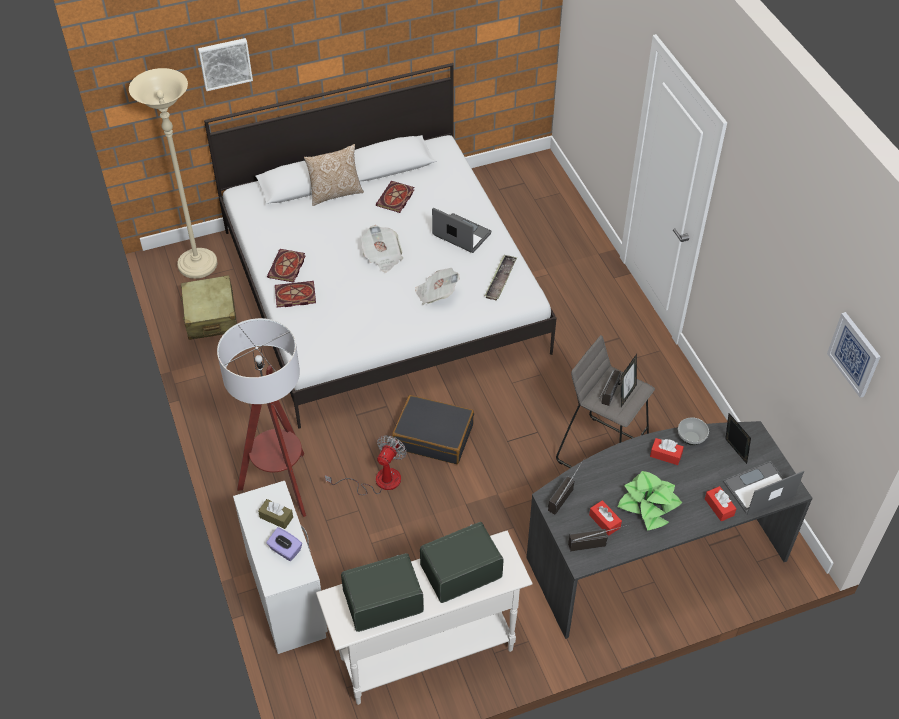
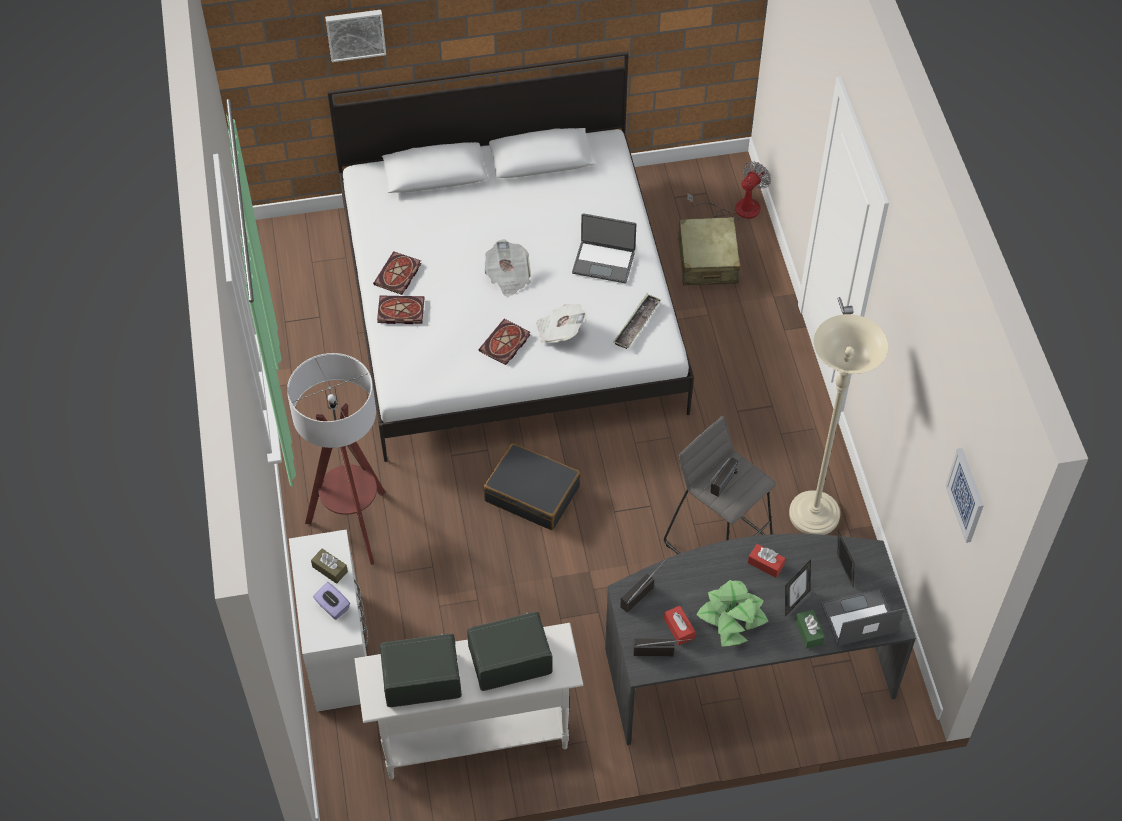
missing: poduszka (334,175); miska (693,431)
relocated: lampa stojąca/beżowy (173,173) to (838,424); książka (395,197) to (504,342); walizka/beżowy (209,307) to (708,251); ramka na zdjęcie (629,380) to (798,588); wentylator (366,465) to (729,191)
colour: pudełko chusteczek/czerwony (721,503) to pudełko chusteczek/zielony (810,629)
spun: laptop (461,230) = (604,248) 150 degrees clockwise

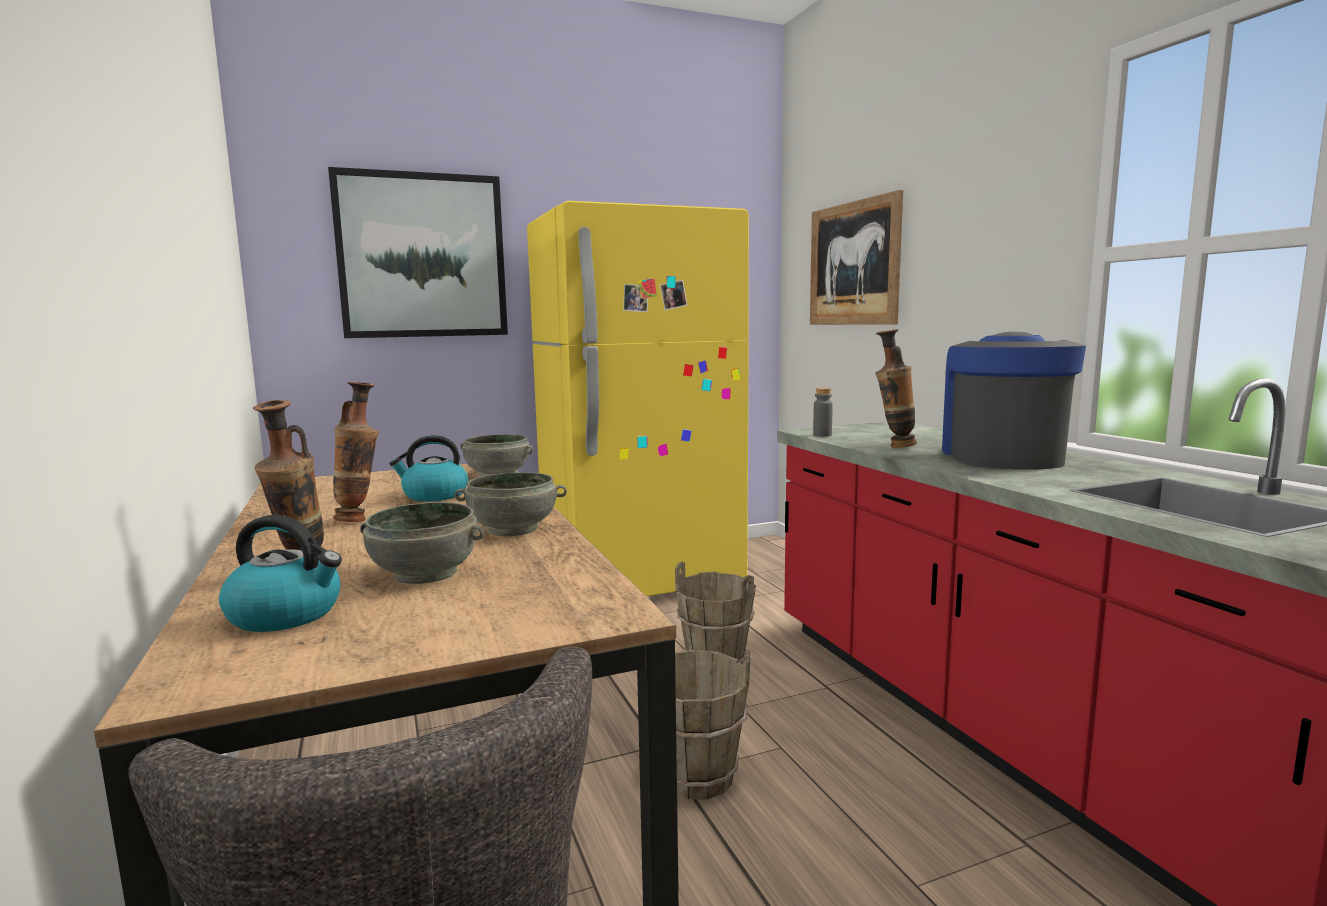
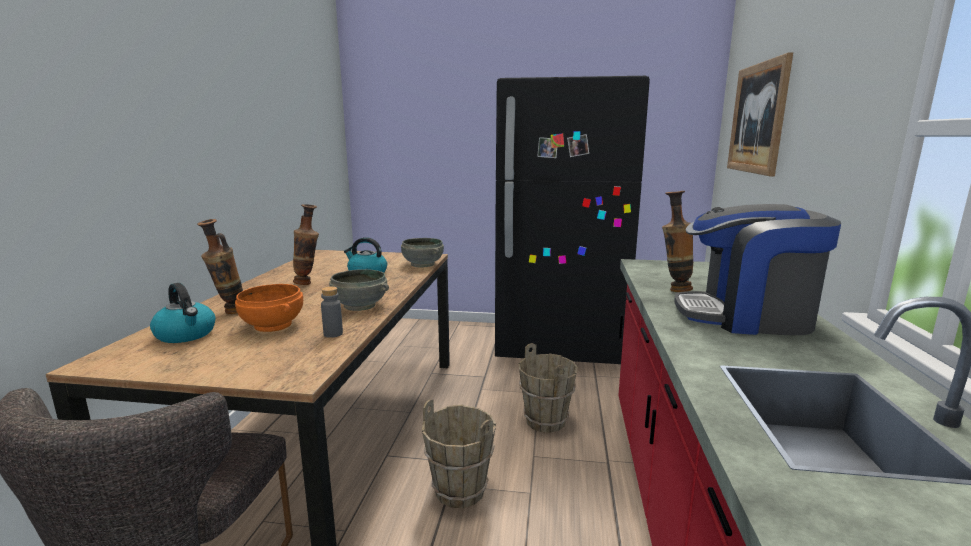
missing: obraz (418,252)
relocated: butelka/szary (823,412) to (332,312)
colour: lodówka/żółty (638,398) to lodówka/czarny (572,220); miska/szary (422,543) to miska/pomarańczowy (269,308)
spun: ekspres do kawy (1014,401) = (757,269) 120 degrees counterclockwise

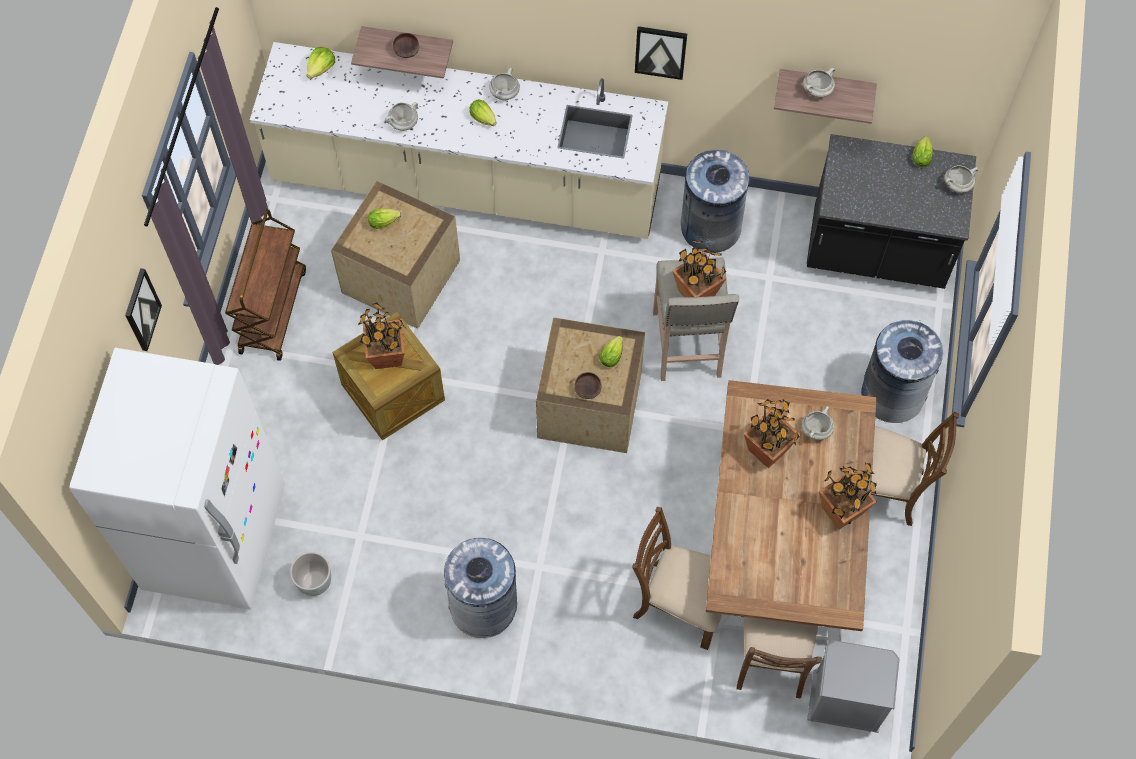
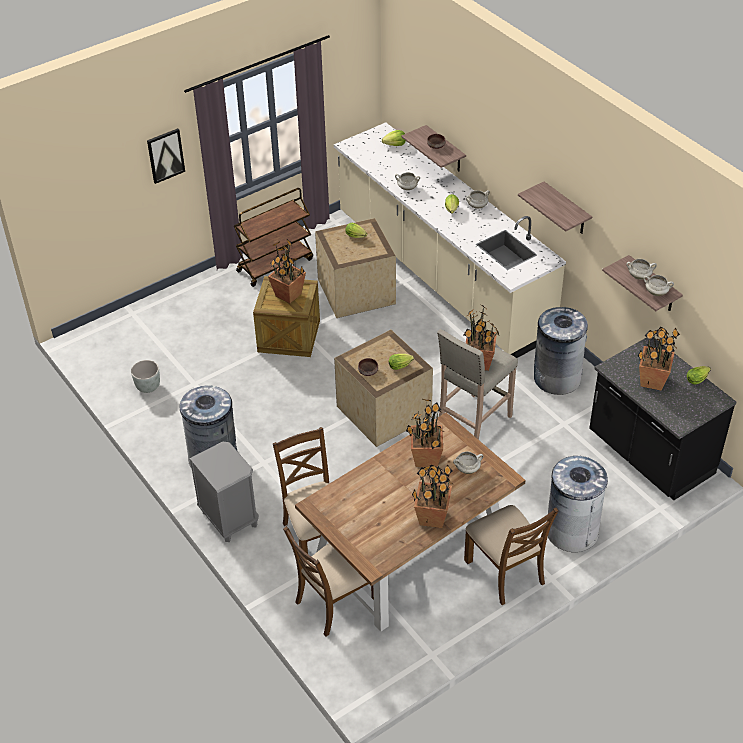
missing: lodówka/biały (177,479)
appeared: roślina doniczkowa (659,359)
relocated: garnek/biały (961,179) to (658,285); szafka nocna/szary (853,686) to (224,492)
exchanged: obraz (661,53) to półka (555,208)

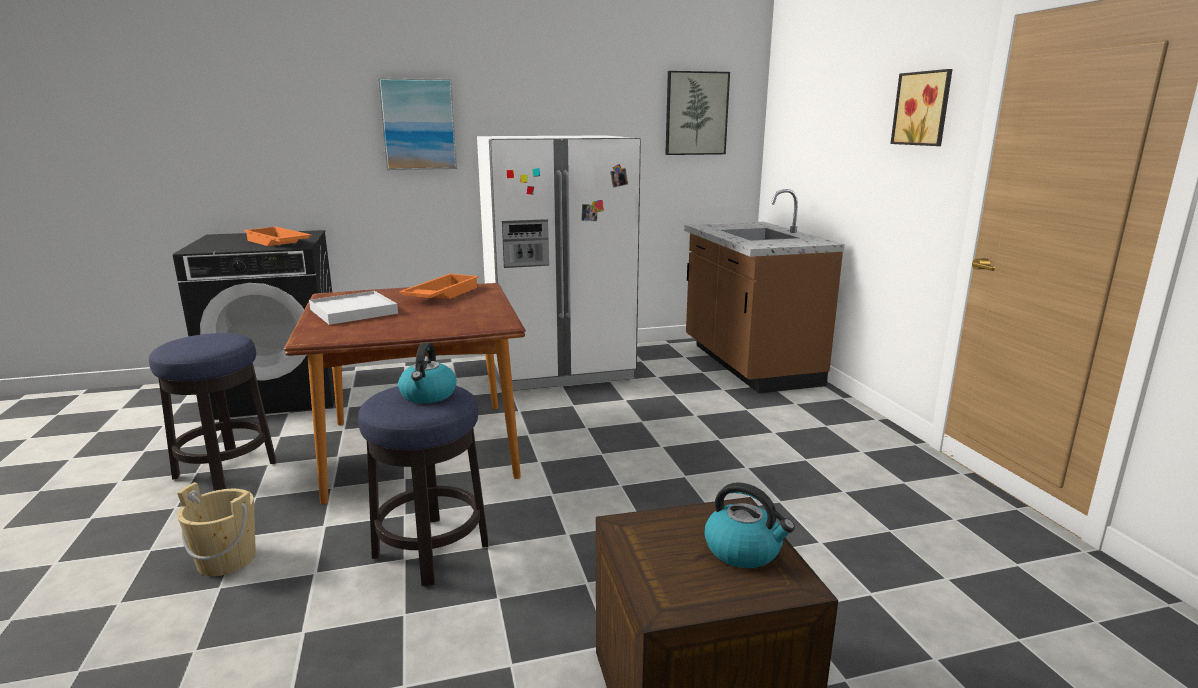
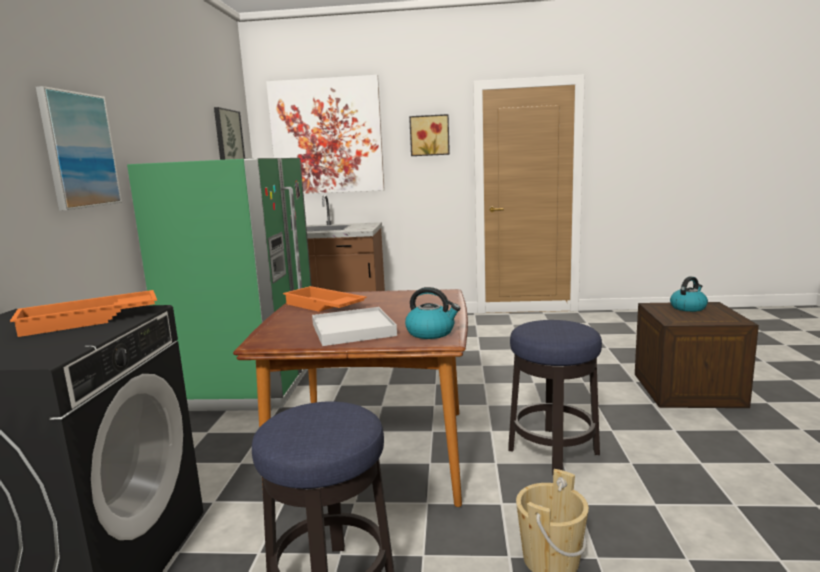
appeared: obraz (325,134)
relocated: czajnik (427,373) to (432,313)
colour: lodówka/biały (559,263) to lodówka/zielony (219,284)

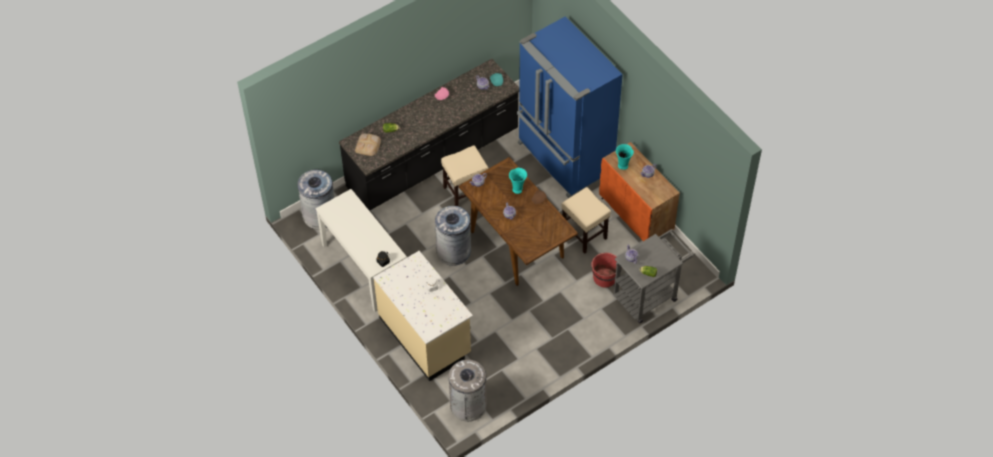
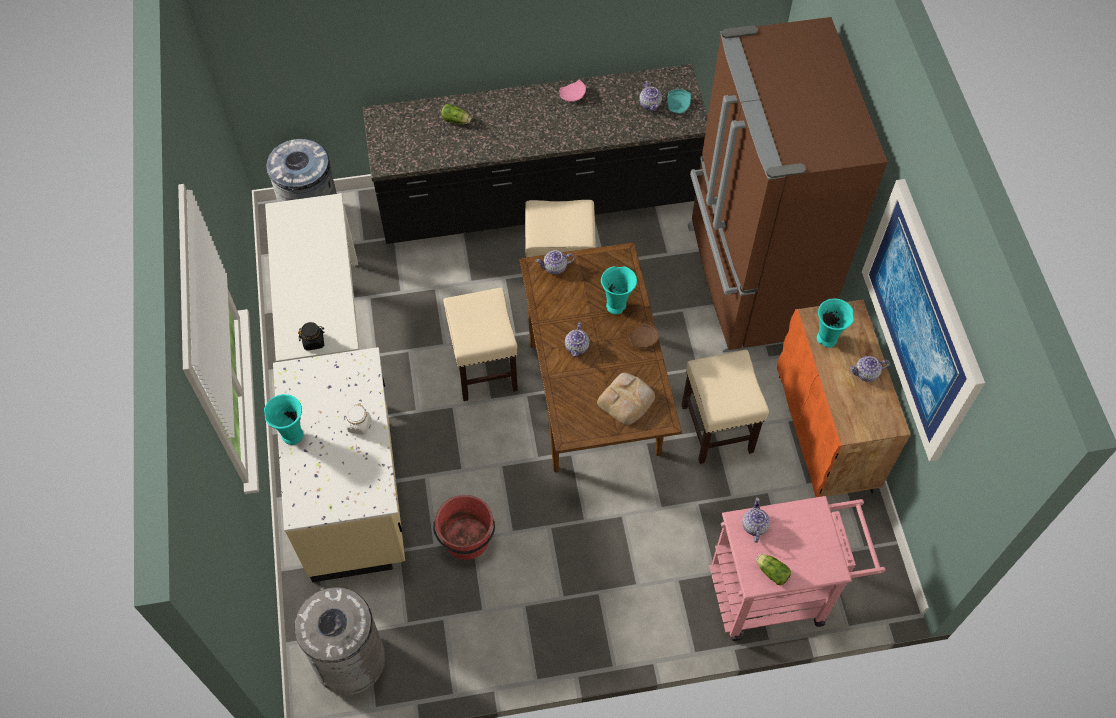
appeared: obraz (923,320); wazon/turkusowy (283,419)
relocated: chleb (368,144) to (626,399); wiadro/czerwony (606,270) to (464,527)
exchanged: kosz na śmieci/szary (453,236) to stołek/beżowy (480,344)
colour: lodówka/niebieski (570,107) to lodówka/brązowy (788,185); wózek/szary (654,276) to wózek/różowy (797,568)

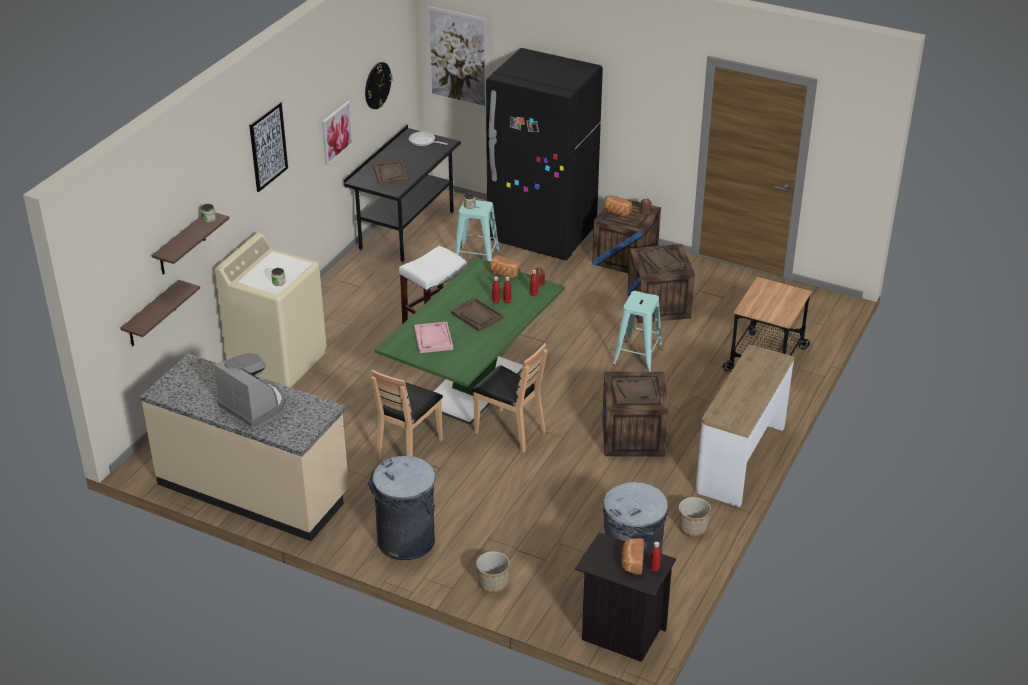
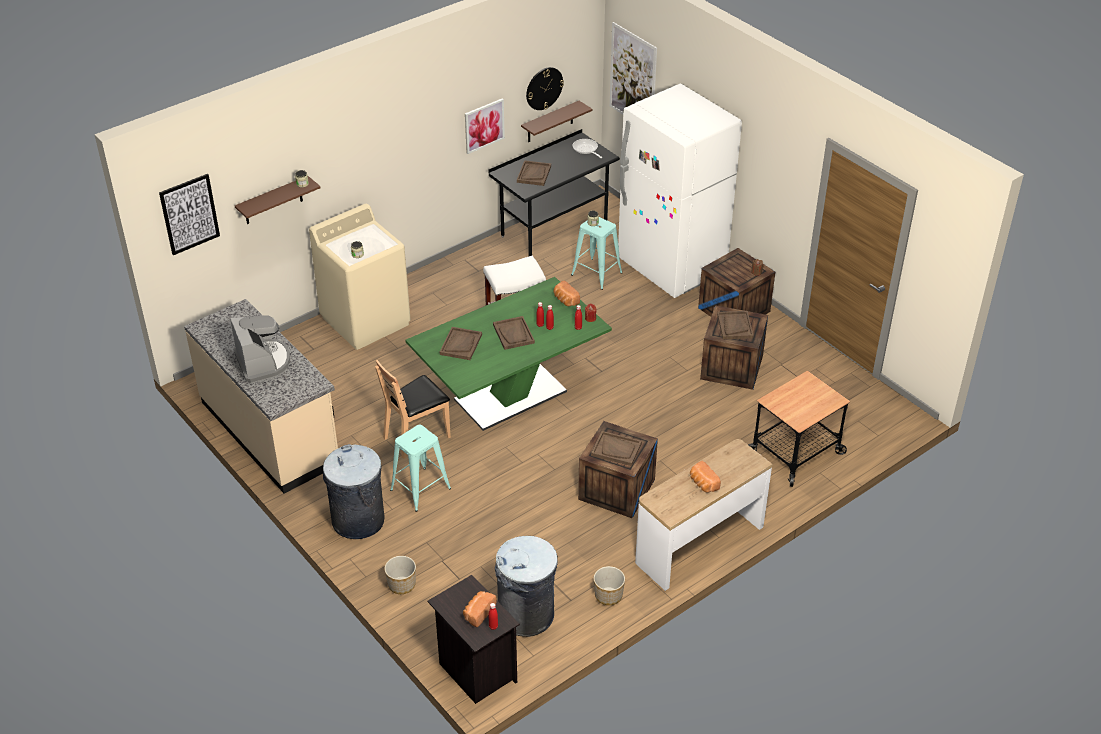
missing: krzesło/brązowy (510,398)
relocated: obraz (268,147) to (189,214); chleb (618,205) to (705,476); półka/brązowy (160,313) to (556,121); stołek/turkusowy (638,331) to (420,468)
colour: lodówka/czarny (544,154) to lodówka/biały (680,191); taca/różowy (433,337) to taca/brązowy (461,343)

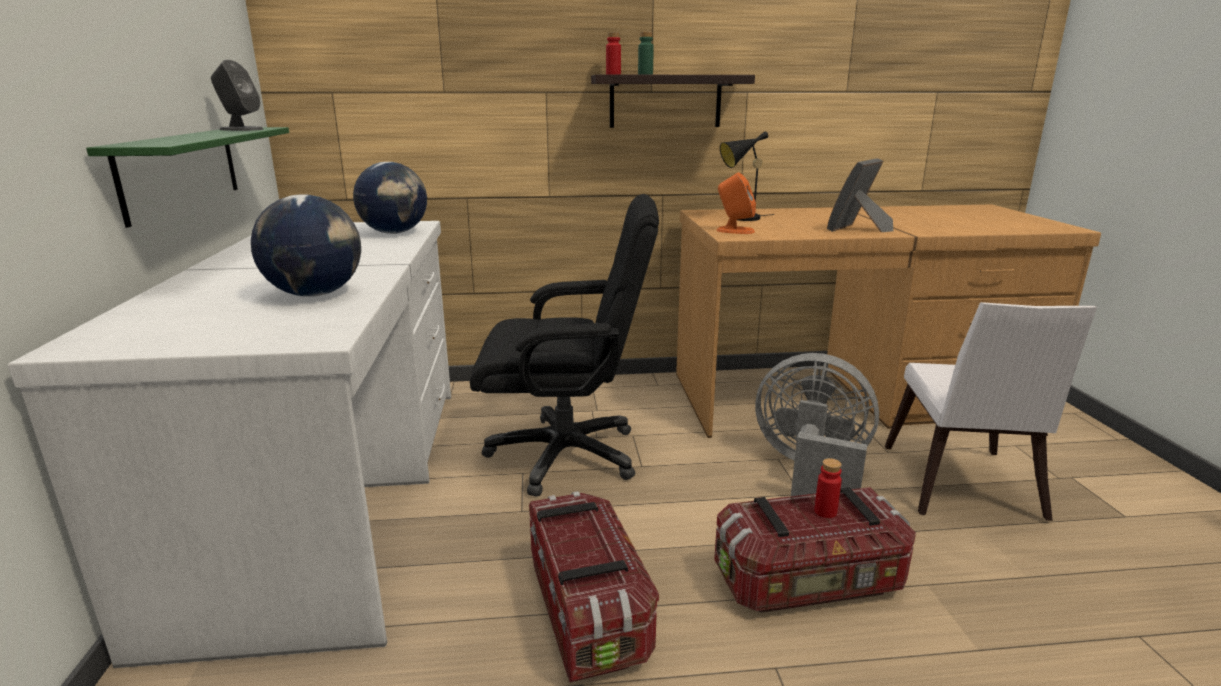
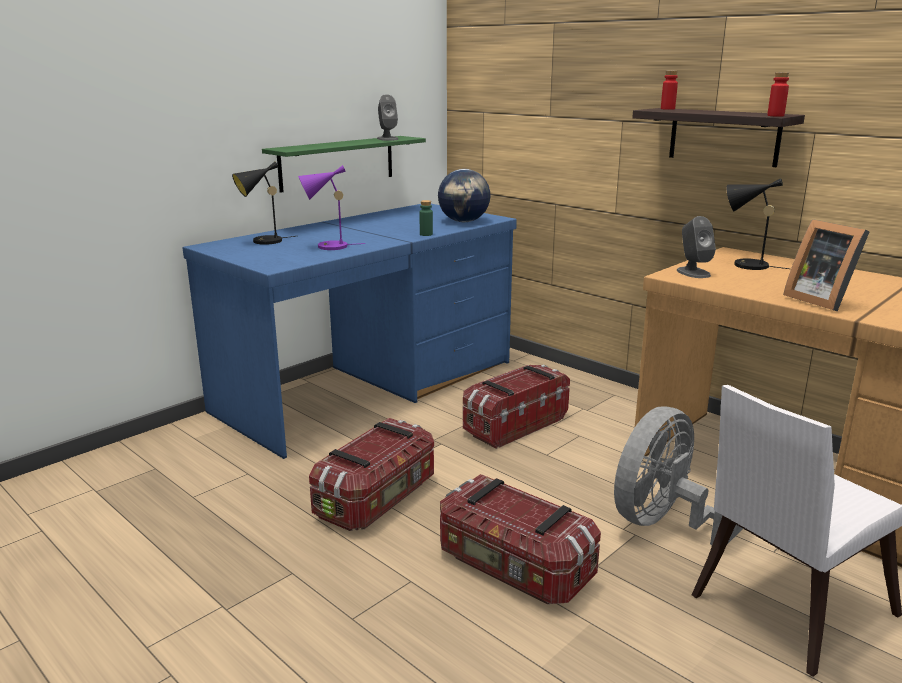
appeared: lampa stołowa/czarny (264,203)
relocated: butelka/zielony (646,53) to (426,218); butelka/czerwony (828,488) to (778,94)
exchanged: globus (306,245) to lampa stołowa/fioletowy (331,207); krzesło biurowe/czarny (564,345) to pojemnik do przechowywania (516,407)
colour: głośnik/pomarańczowy (736,203) to głośnik/szary (696,247); biurko/biały (229,444) to biurko/niebieski (350,331)
spun: ramka na zdjęcie (860,195) = (826,265) 120 degrees counterclockwise; wentylator/szary (817,424) = (678,475) 120 degrees counterclockwise

